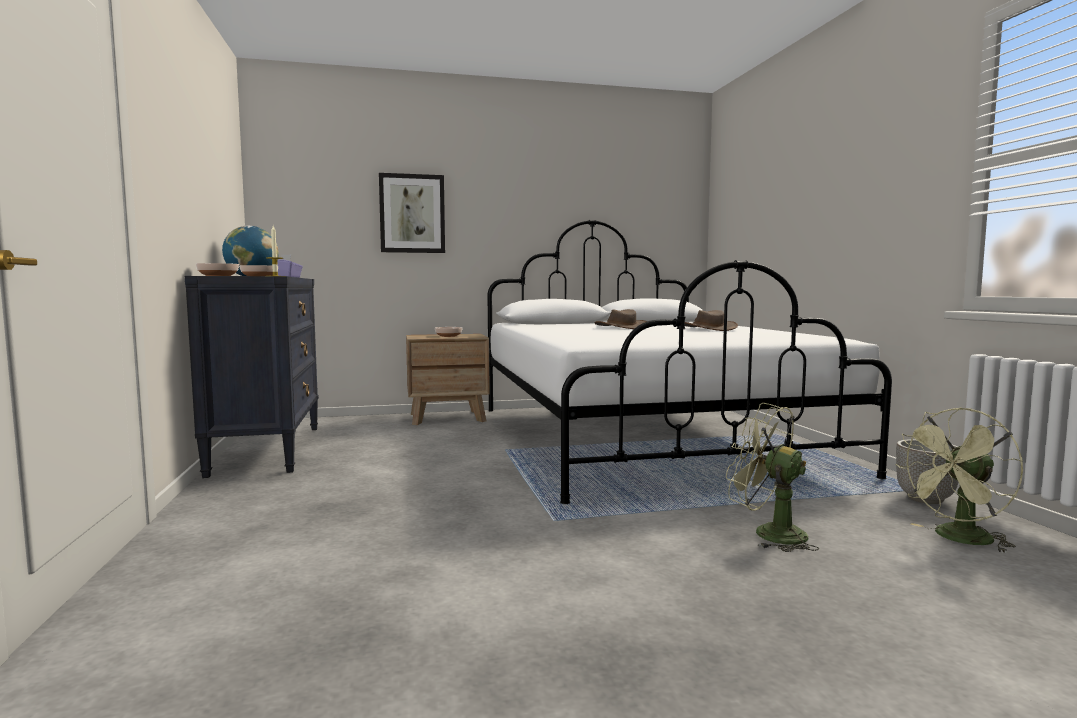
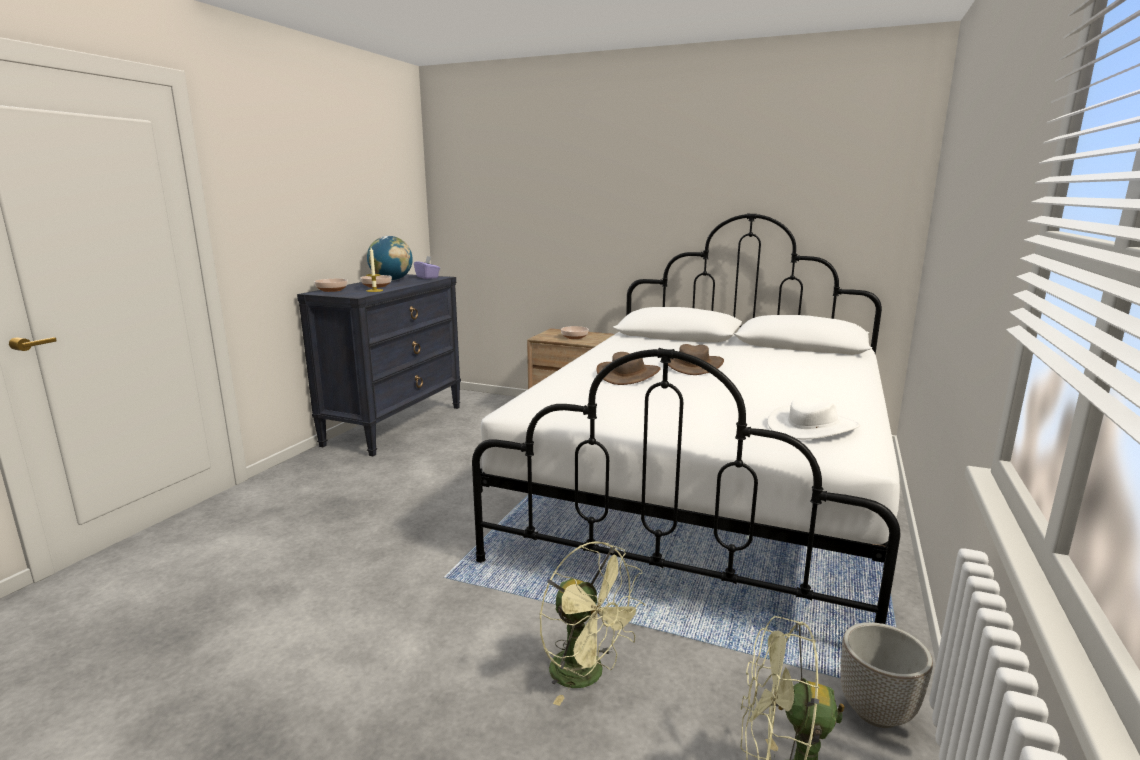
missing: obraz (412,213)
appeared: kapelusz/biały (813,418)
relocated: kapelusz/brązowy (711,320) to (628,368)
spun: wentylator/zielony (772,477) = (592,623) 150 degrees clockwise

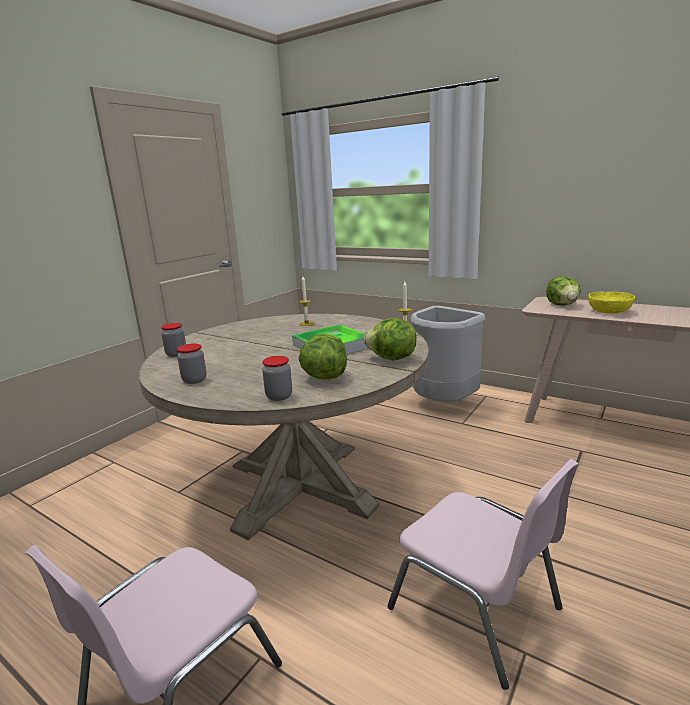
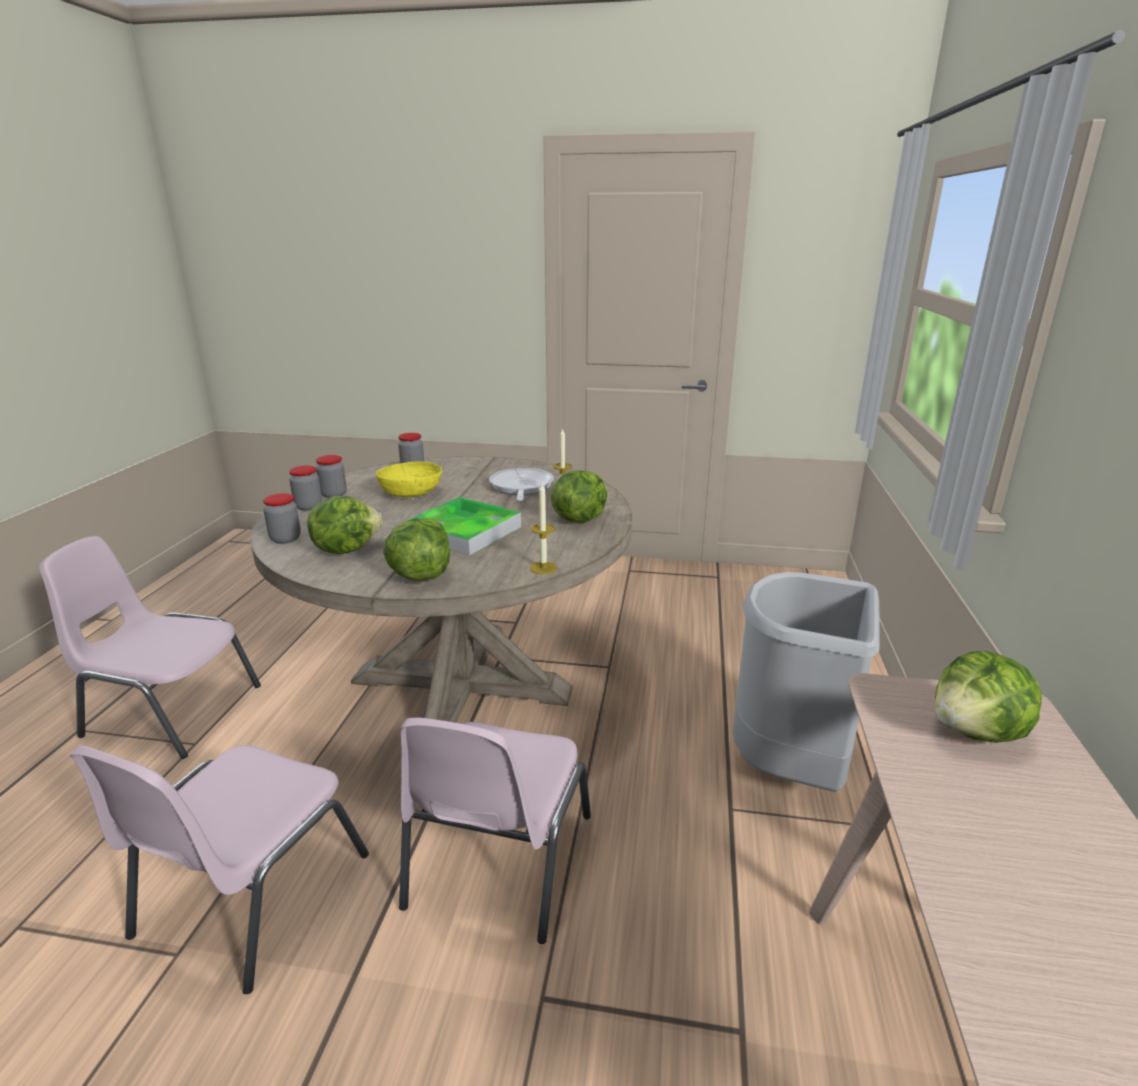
appeared: słoik (305,488); patelnia (521,484); sałata (579,496); krzesło/różowy (495,831)
relocated: miska/żółty (611,302) to (409,479)

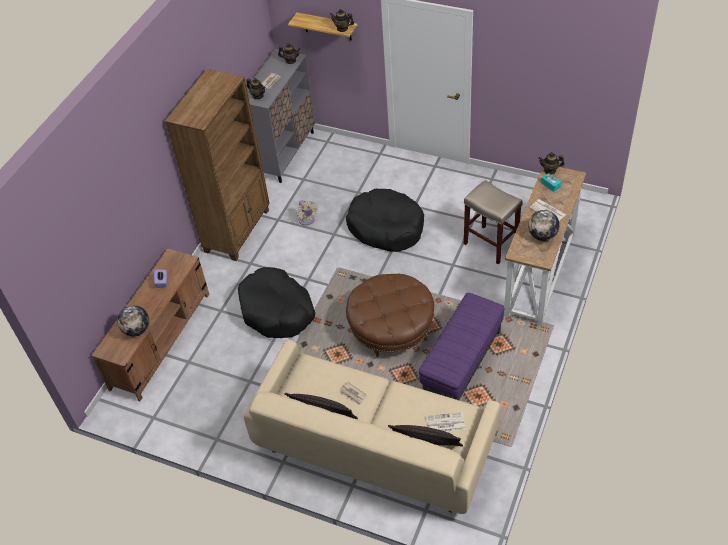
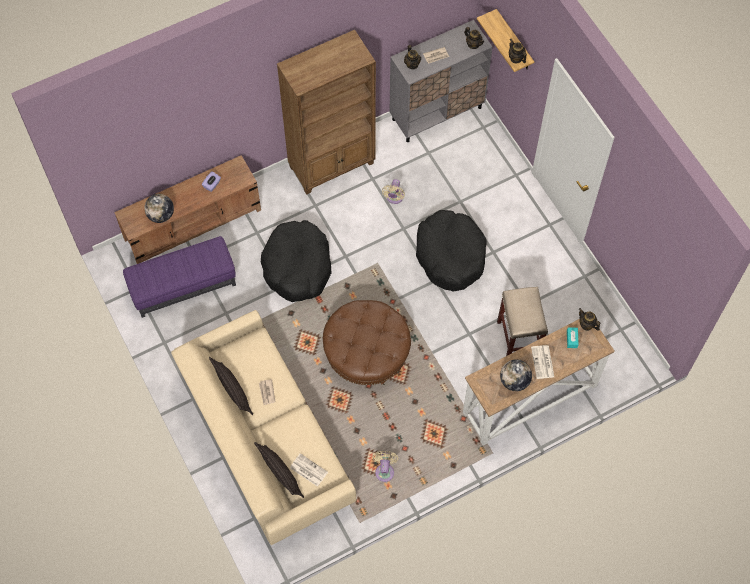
appeared: wentylator/beżowy (385,466)
relocated: pufa/fioletowy (461,346) to (179,277)

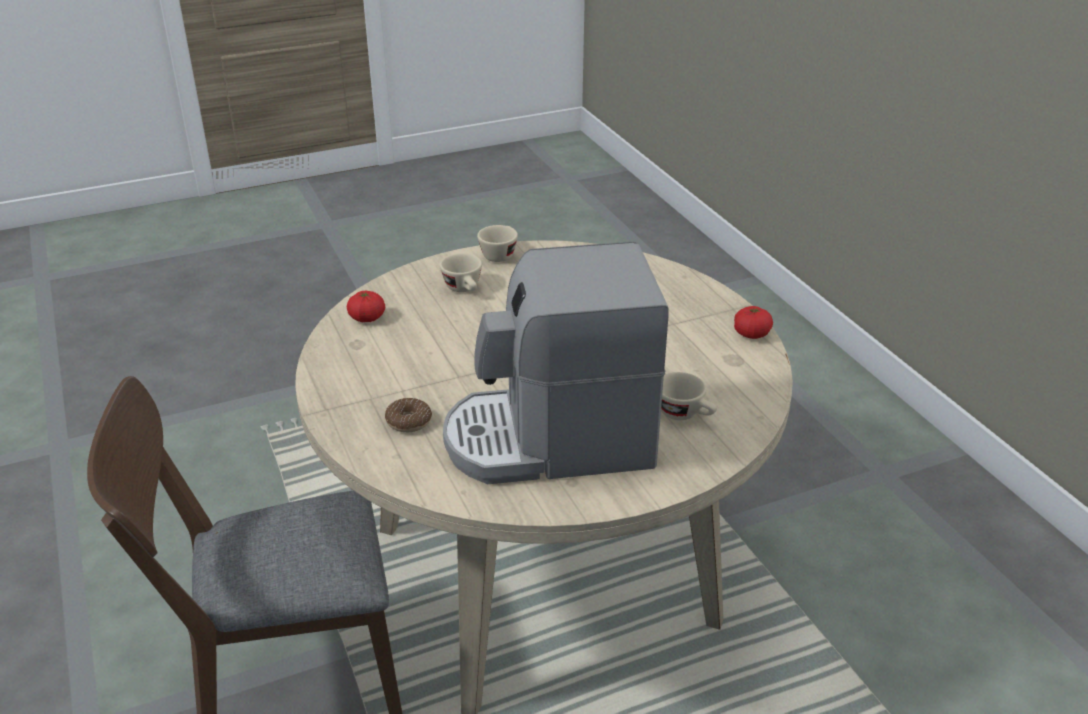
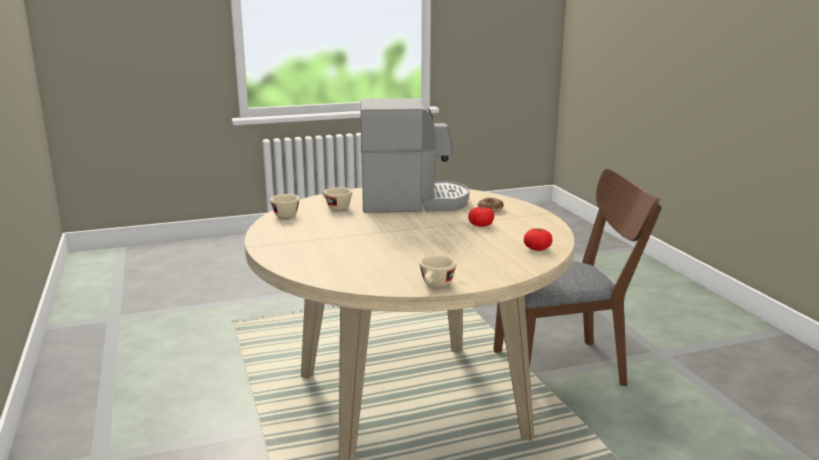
relocated: filiżanka/beżowy (461,272) to (285,206); pomidor (753,322) to (481,217)

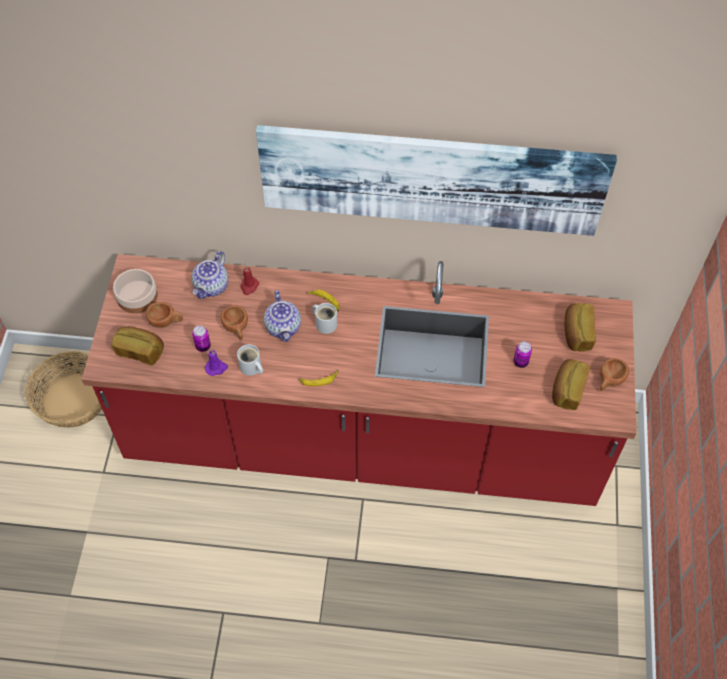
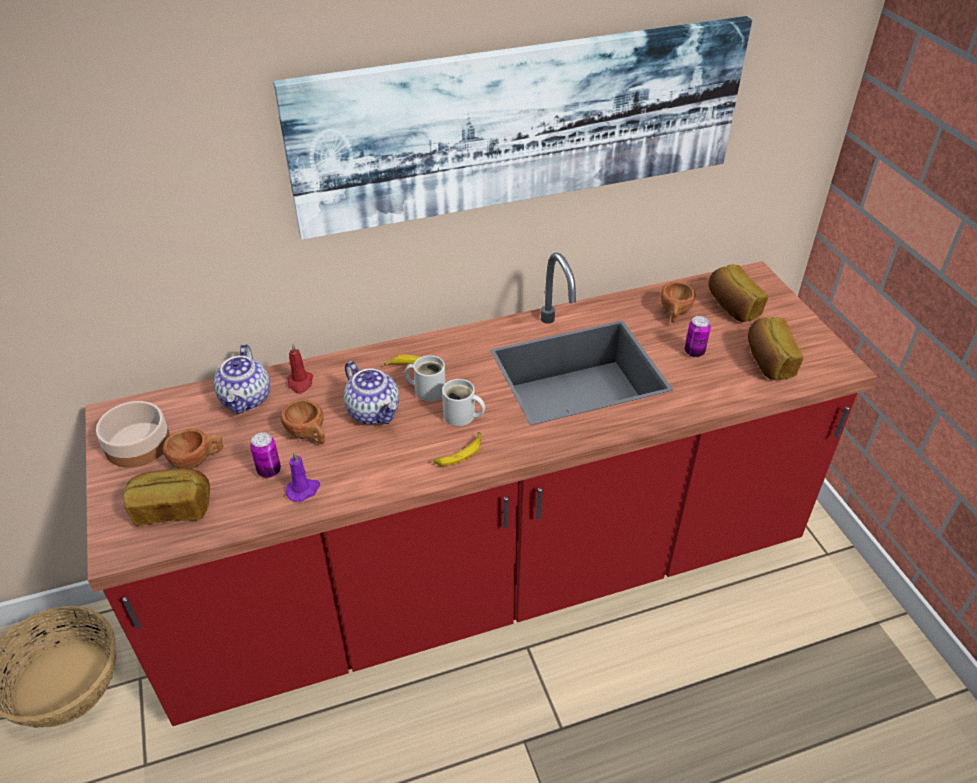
relocated: kubek/biały (250,360) to (463,402); filiżanka/brązowy (614,374) to (678,302)

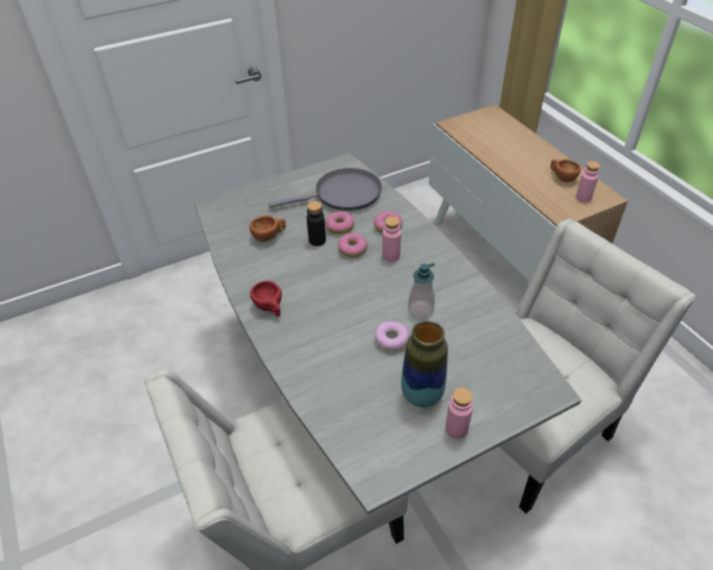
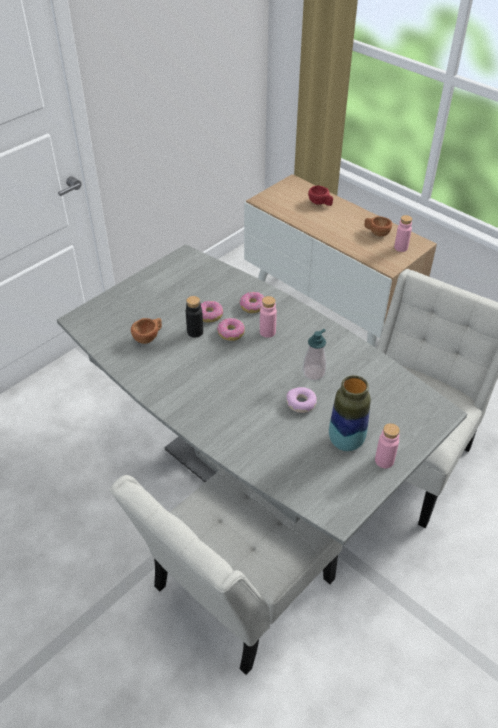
missing: patelnia/szary (325,189)
relocated: filiżanka/czerwony (266,299) to (320,196)

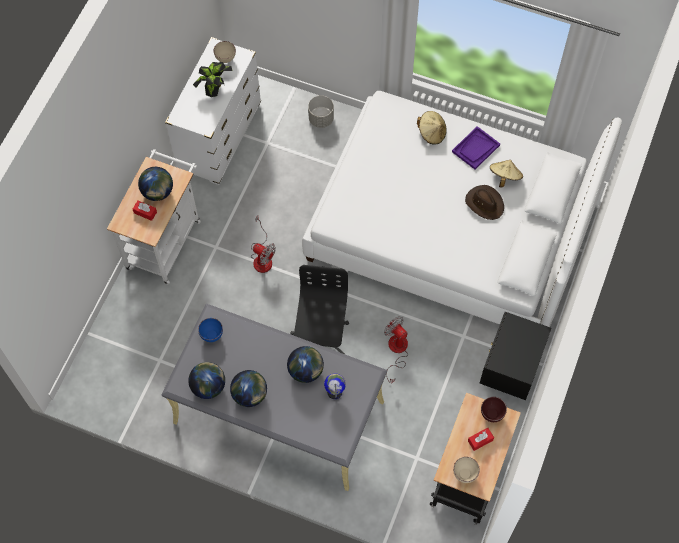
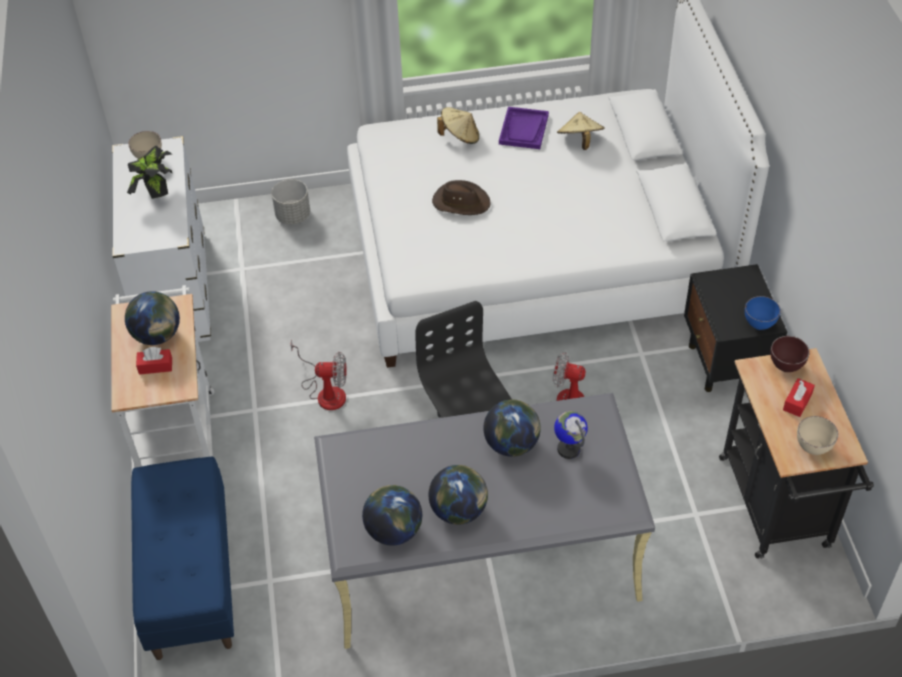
appeared: ławka/niebieski (182,558)
relocated: kapelusz/brązowy (484,202) to (461,197); miska/niebieski (210,330) to (763,313)

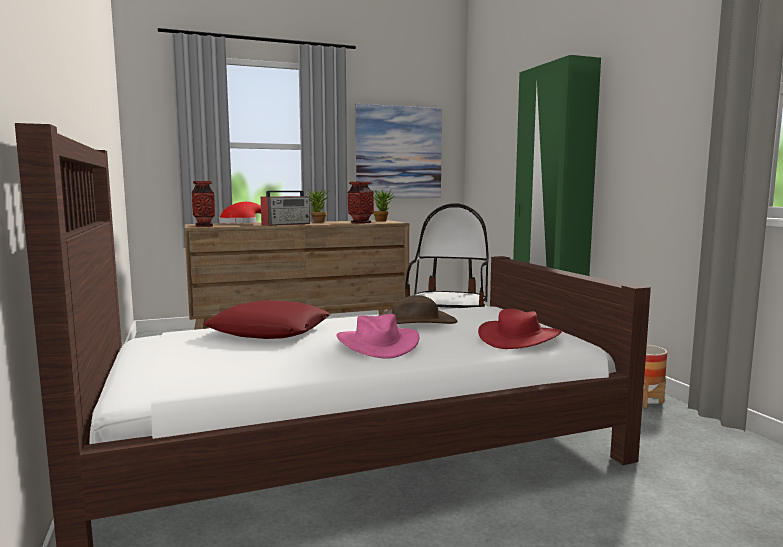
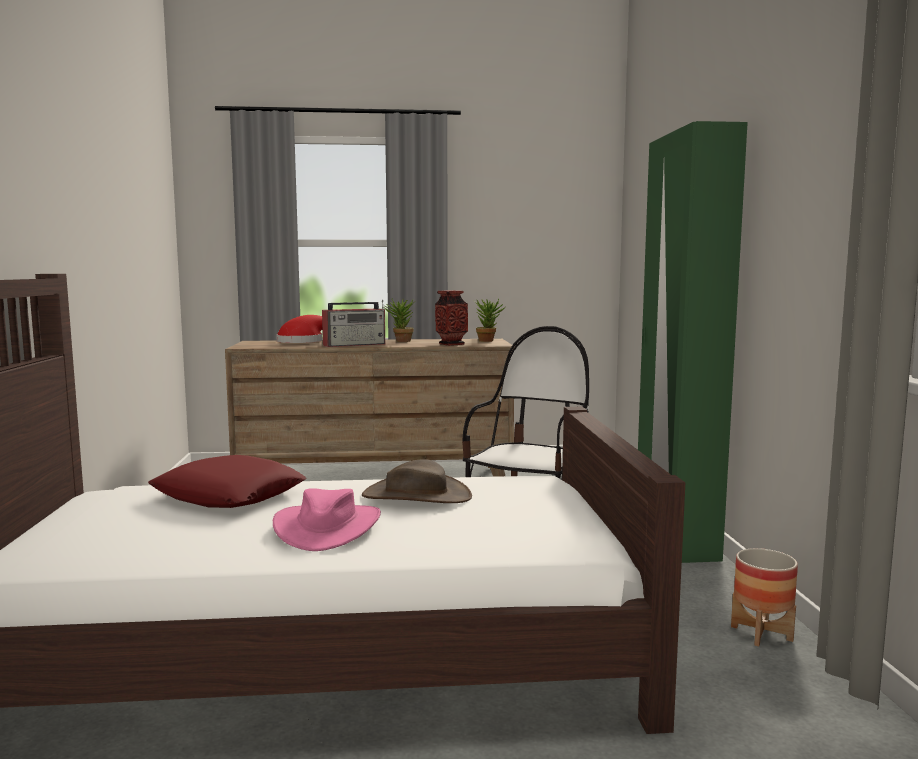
missing: obraz (399,151); wazon (203,204); kapelusz/czerwony (520,329)

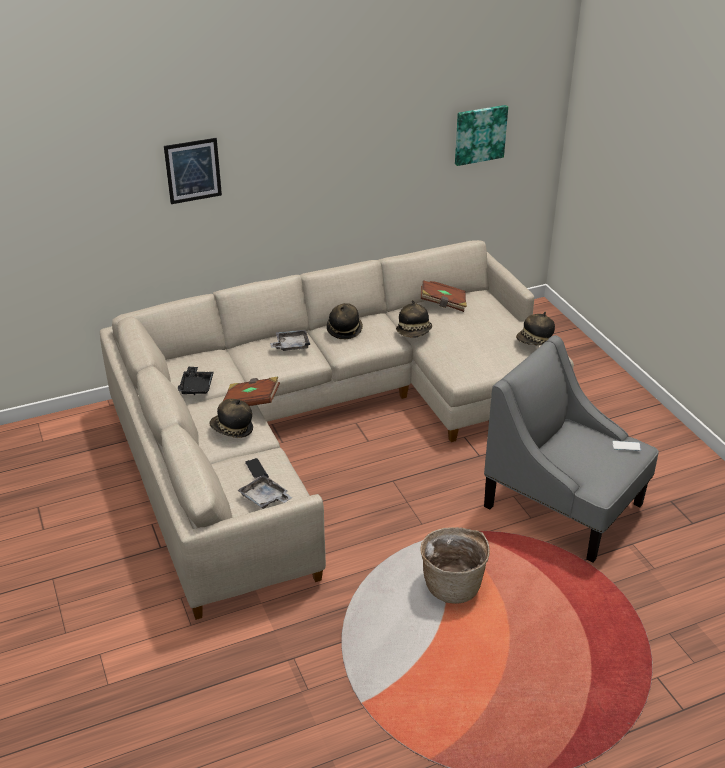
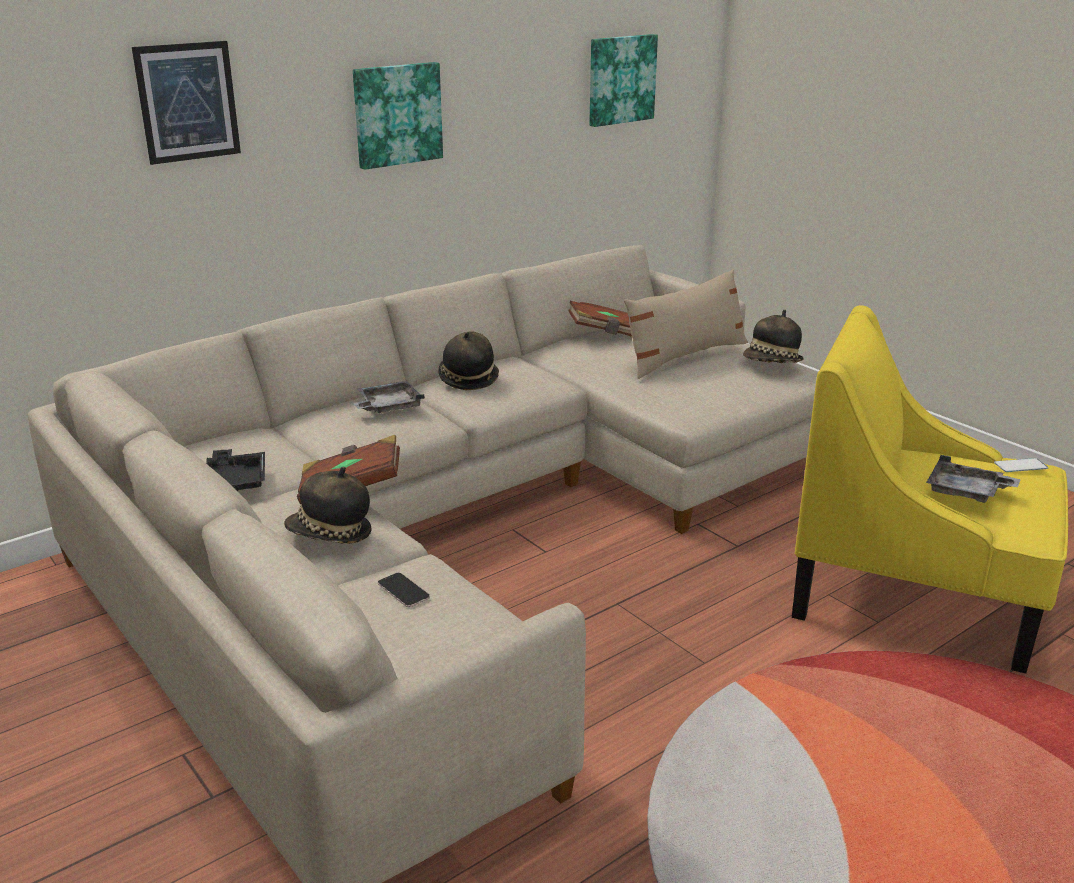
missing: kapelusz (414,319); koszyk (455,565)
appeared: obraz (398,116); poduszka/beżowy (686,324)
relocated: taca/szary (265,490) to (973,479)
colour: fotel/szary (571,448) to fotel/żółty (930,489)

